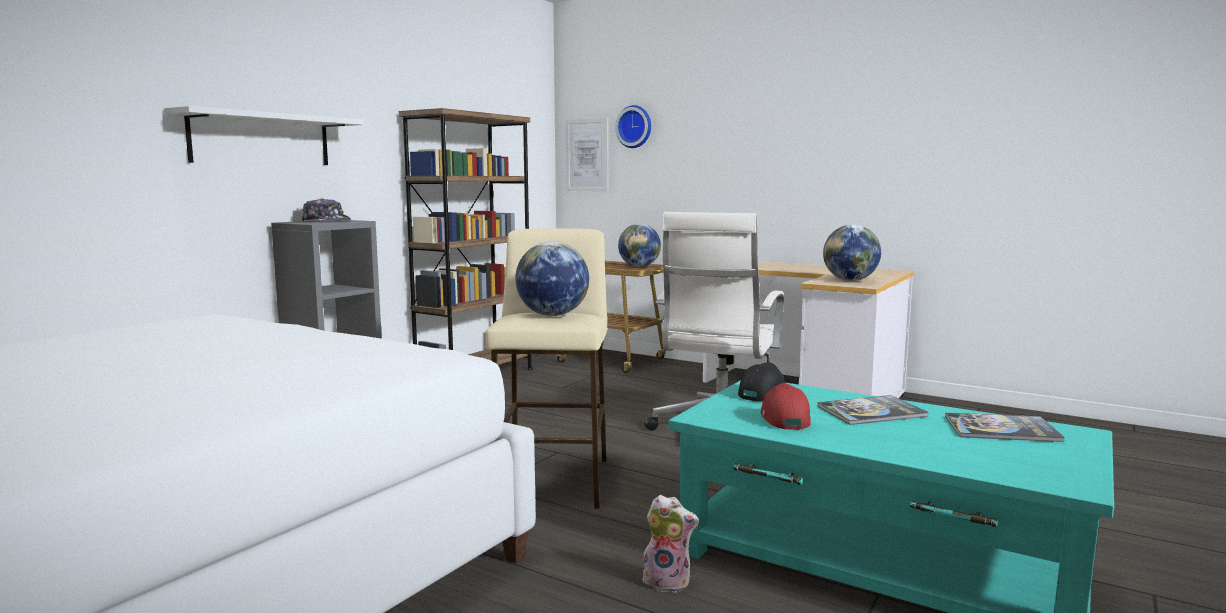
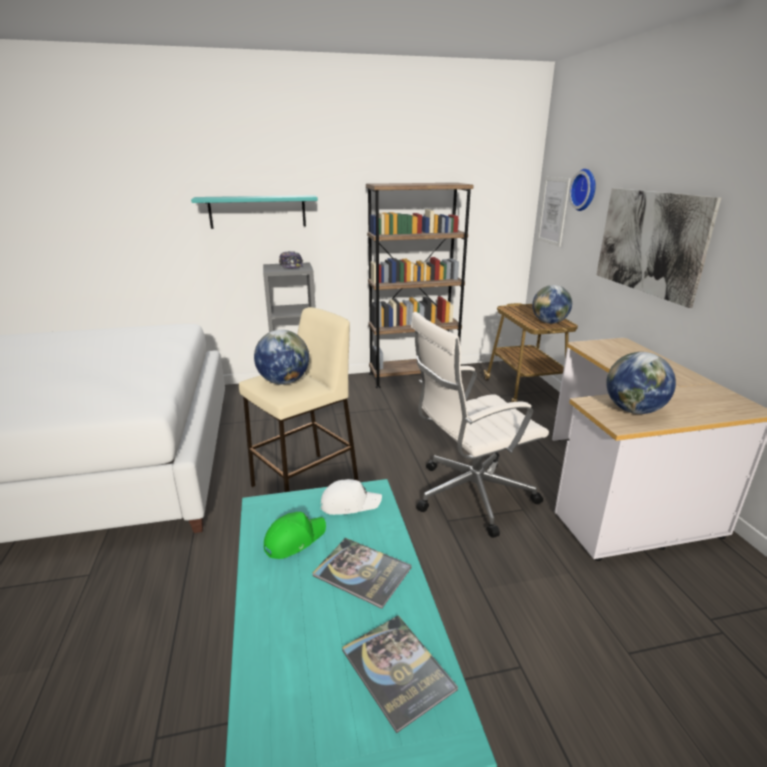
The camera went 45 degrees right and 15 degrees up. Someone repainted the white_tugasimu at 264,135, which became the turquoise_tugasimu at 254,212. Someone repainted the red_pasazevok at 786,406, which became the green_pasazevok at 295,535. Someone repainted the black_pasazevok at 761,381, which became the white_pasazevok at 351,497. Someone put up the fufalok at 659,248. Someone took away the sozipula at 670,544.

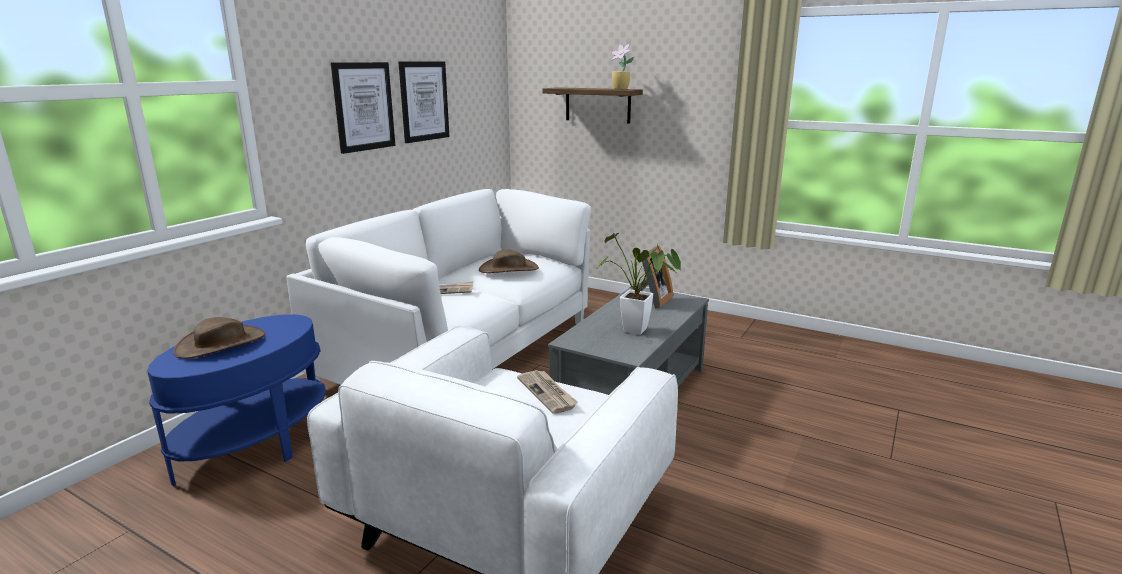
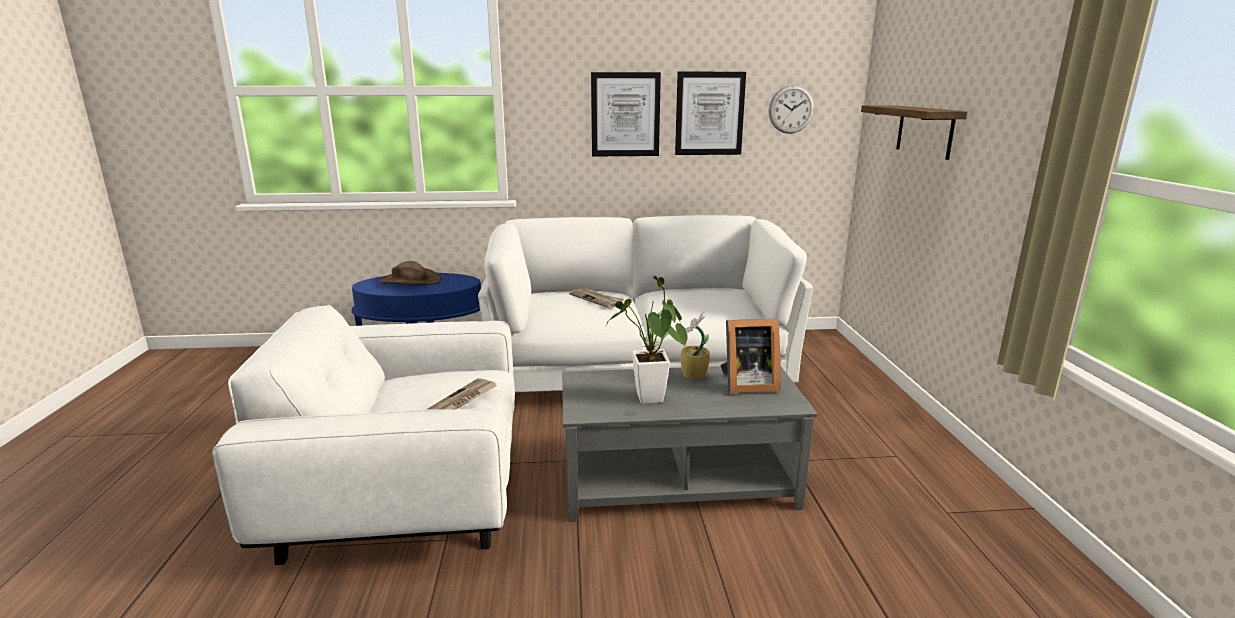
The camera went 55 degrees right and 0 degrees up. Someone carried the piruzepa from 623,67 to 695,345. Someone put up the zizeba at 791,109. Someone took away the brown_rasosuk at 509,261.

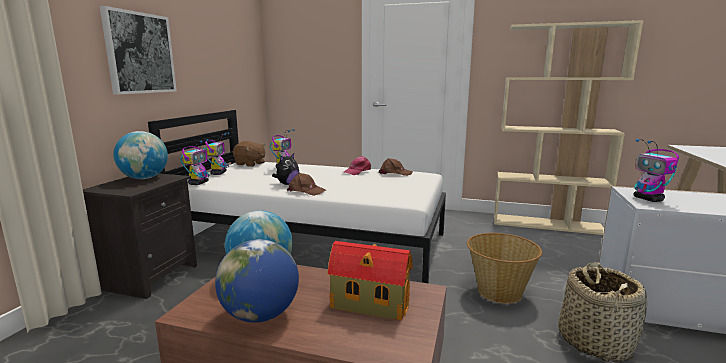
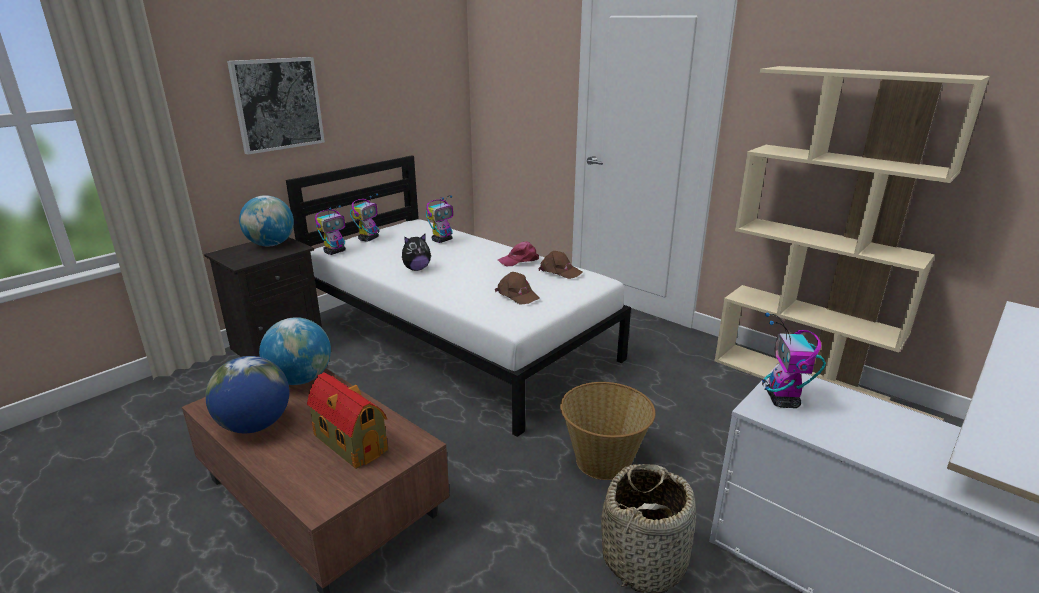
The camera went 25 degrees right and 10 degrees up. Someone carried the brown_pasazevok from 306,184 to 517,288. Someone took away the brown_sozipula at 249,154.

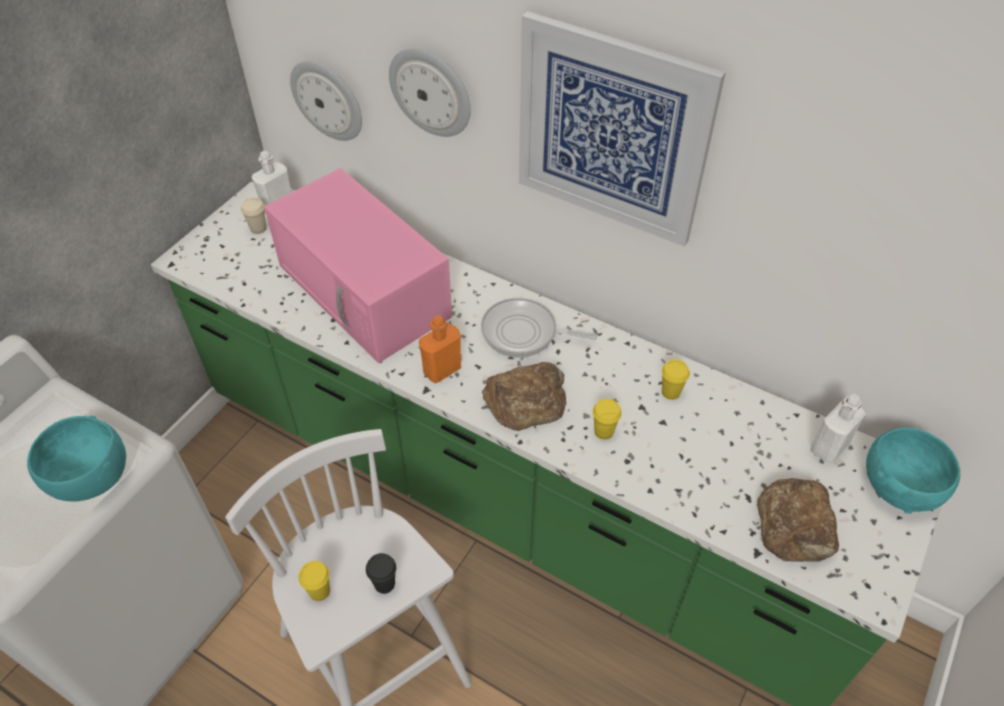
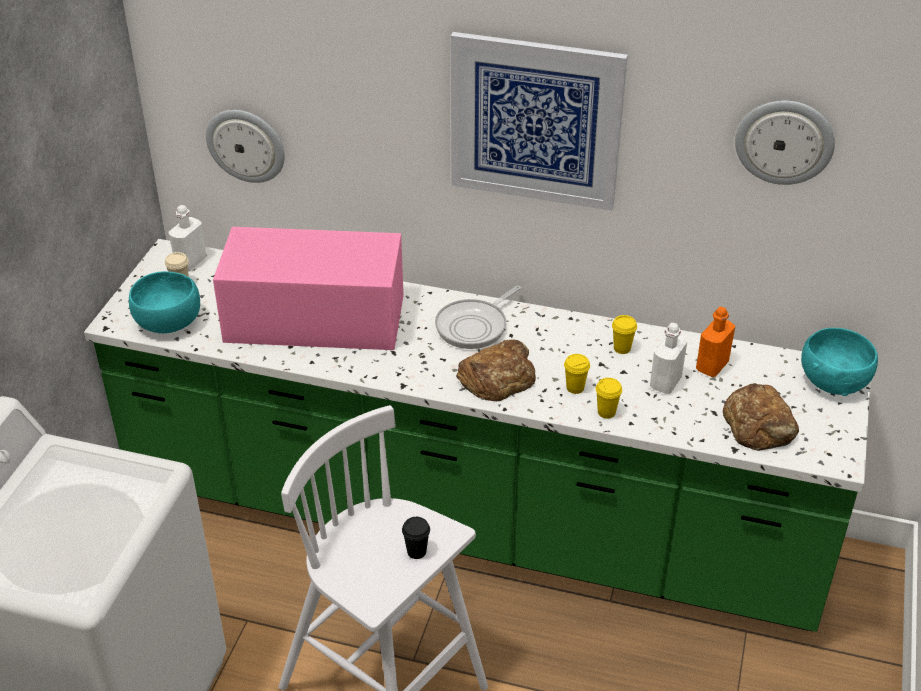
The camera went 15 degrees left and 10 degrees down. Someone carried the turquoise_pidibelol from 76,458 to 164,302. Someone rotated the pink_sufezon at 358,265 by 150 degrees clockwise. Someone rotated the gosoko at 539,327 by 45 degrees counterclockwise. Someone carried the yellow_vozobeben from 314,581 to 609,398. Someone carried the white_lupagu from 838,428 to 668,358. Someone carried the orange_lupagu from 440,349 to 715,341. Someone carried the zizeba from 430,92 to 785,143.

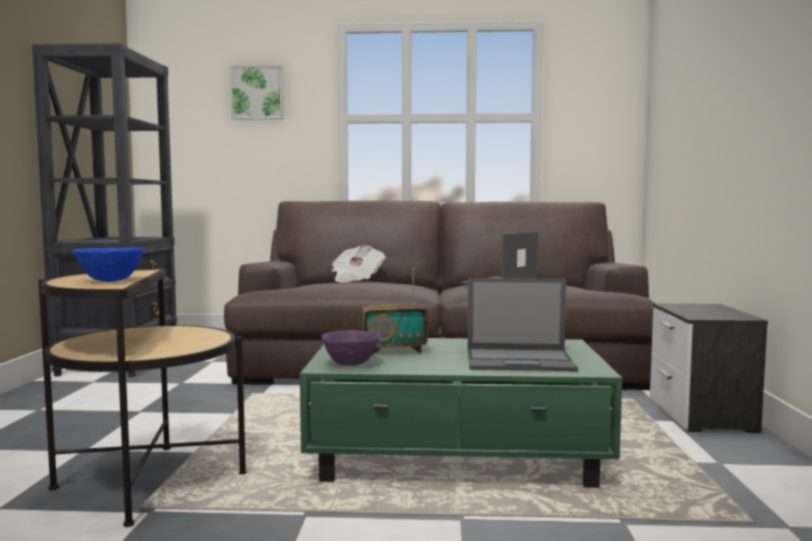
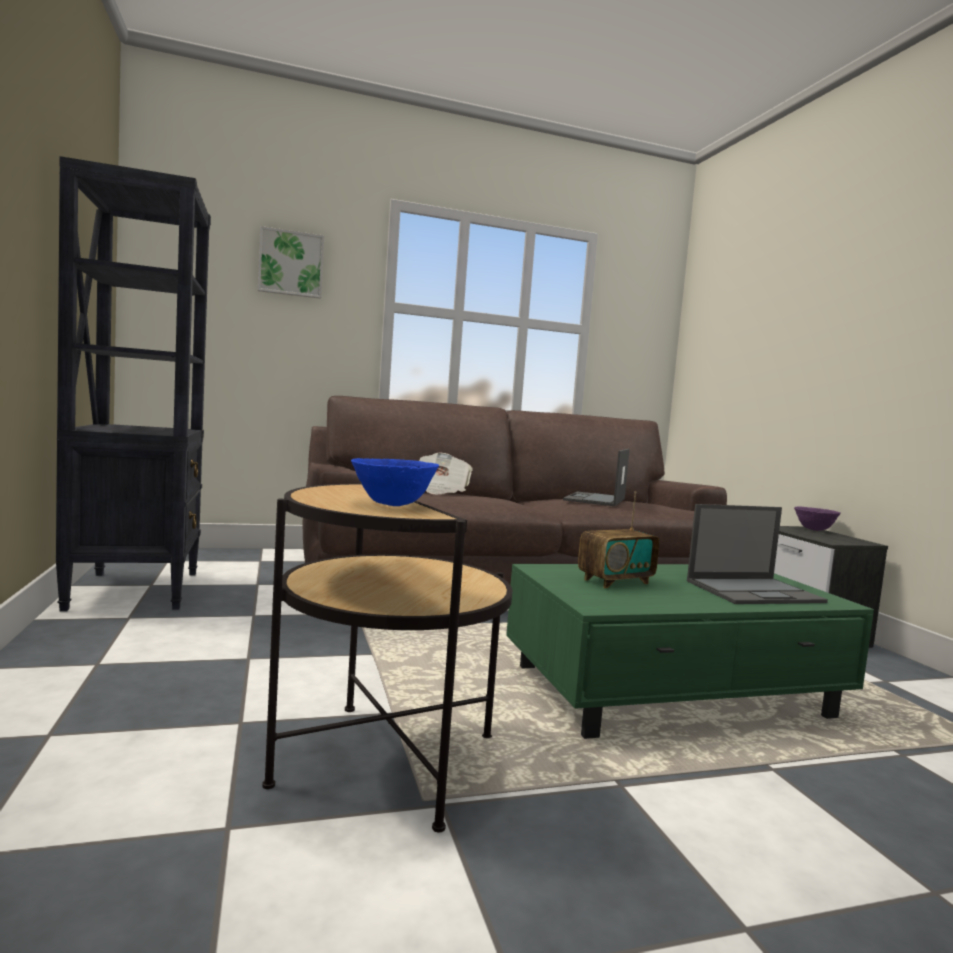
The camera went 20 degrees left and 0 degrees up. Someone carried the purple_pidibelol from 350,348 to 817,519.

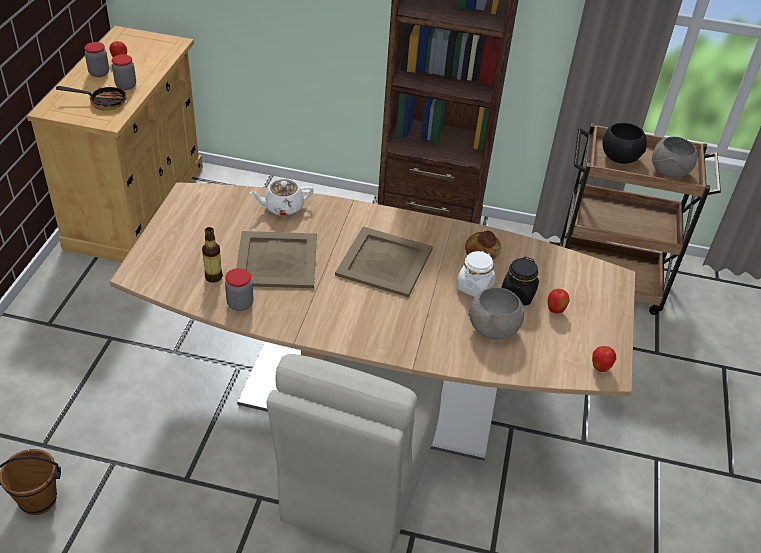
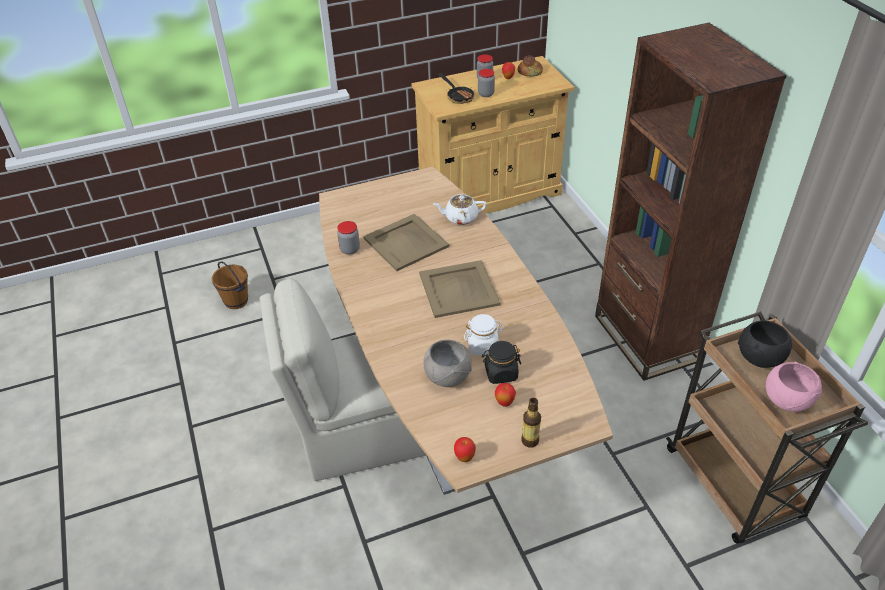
The camera went 60 degrees right and 0 degrees up. Someone rotated the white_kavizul at 281,197 by 45 degrees counterclockwise. Someone carried the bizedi from 483,245 to 530,65. Someone carried the lupagu from 212,255 to 531,423. Someone repainted the grey_pidibelol at 675,157, which became the pink_pidibelol at 794,387.

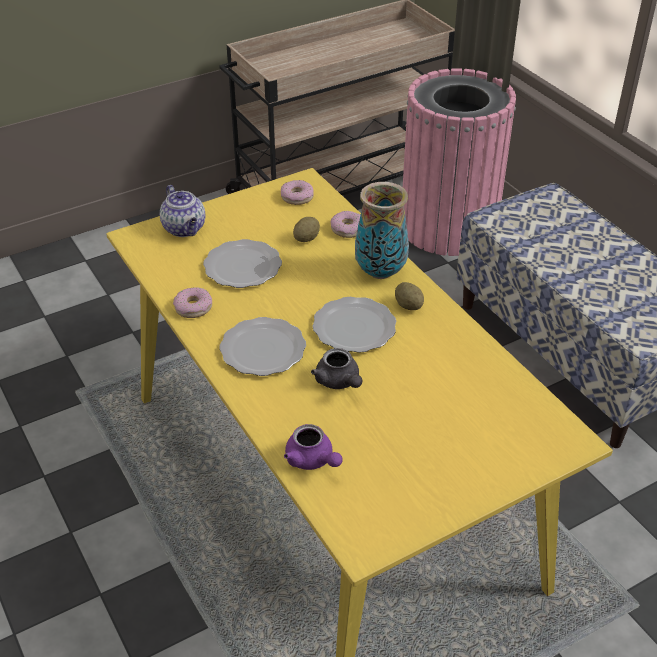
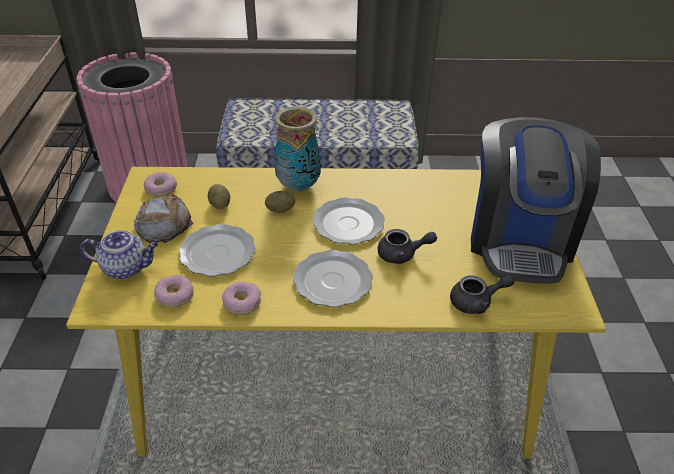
The camera went 60 degrees left and 0 degrees up. Someone put down the bizedi at 164,218. Someone carried the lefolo from 345,224 to 174,291. Someone carried the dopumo from 409,296 to 280,202. Someone repainted the purple_kavizul at 313,447, which became the grey_kavizul at 482,294. Someone put down the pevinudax at 536,200.

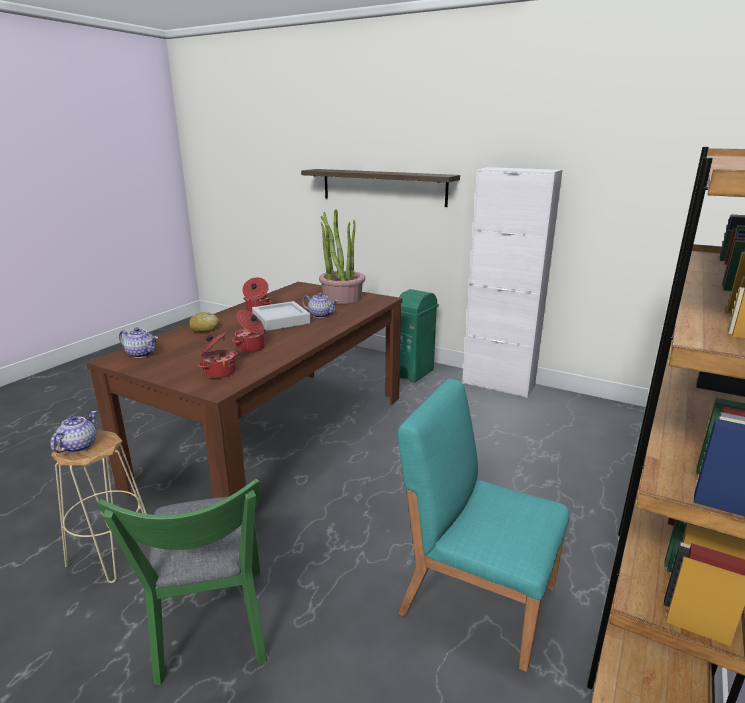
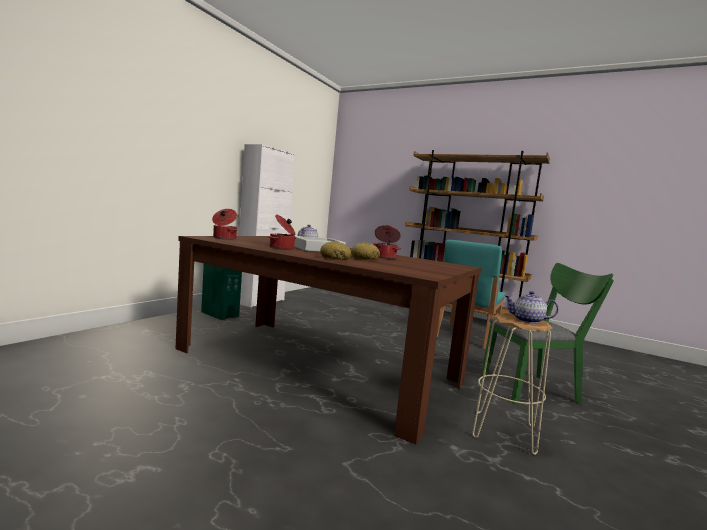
The camera went 90 degrees left and 15 degrees down. Someone carried the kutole from 218,354 to 224,224. Someone put down the bizedi at 365,251. Someone took away the kavizul at 138,342. Someone took away the tugasimu at 380,188. Someone took away the piruzepa at 342,256.

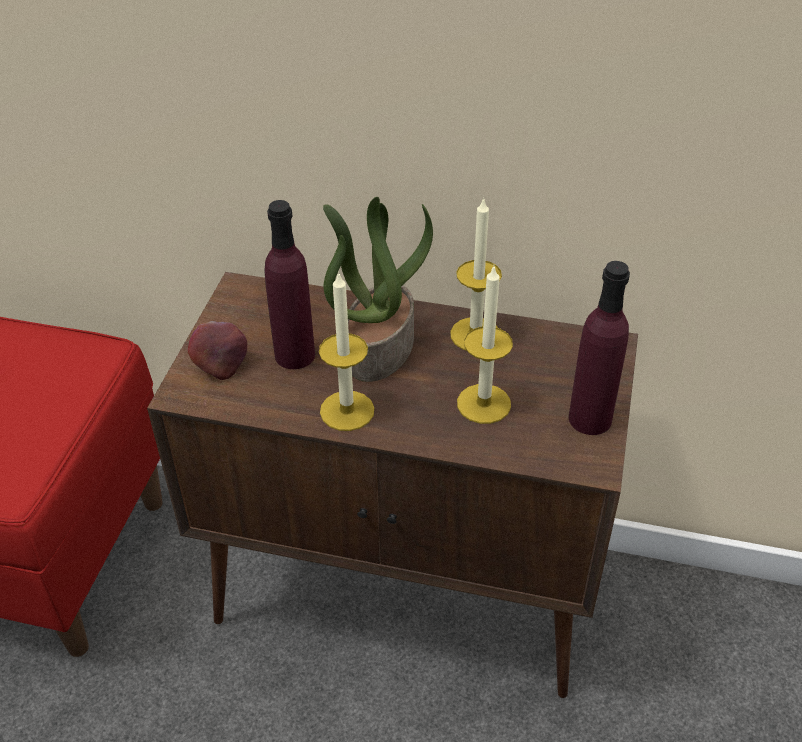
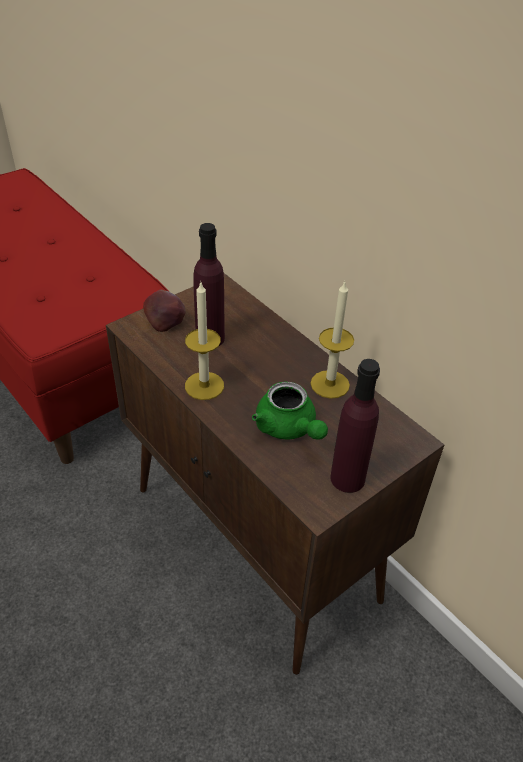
The camera went 35 degrees right and 0 degrees up. Someone swapped the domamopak at 485,344 for the green_kavizul at 290,410. Someone took away the piruzepa at 378,289.

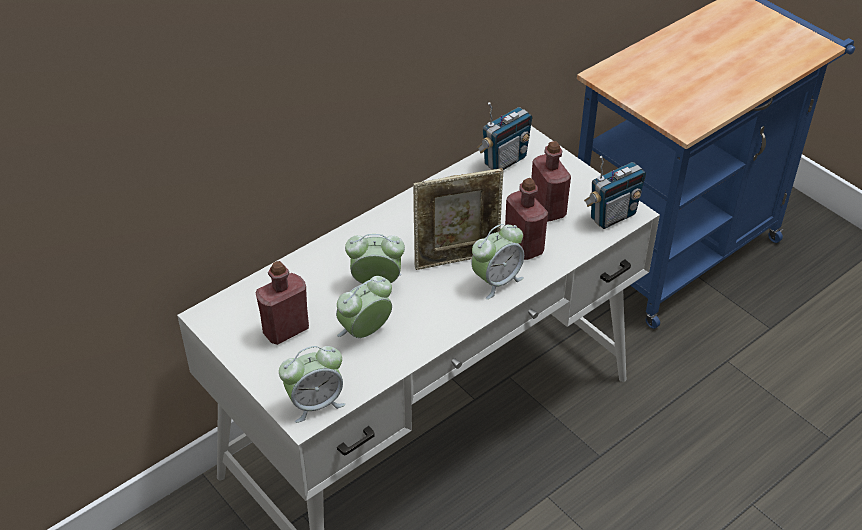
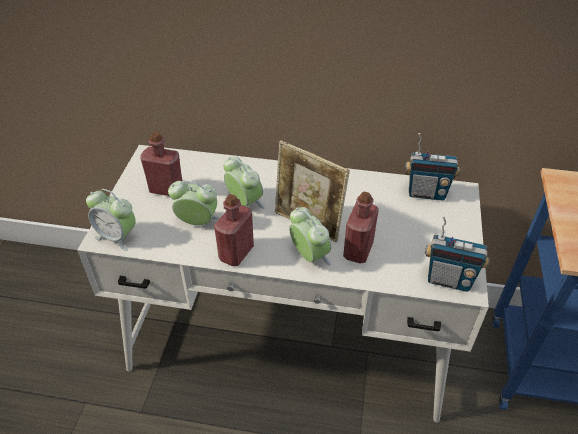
The camera went 50 degrees right and 0 degrees up. Someone carried the red_lupagu from 551,181 to 234,230. Someone rotated the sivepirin at 497,261 by 135 degrees counterclockwise.

